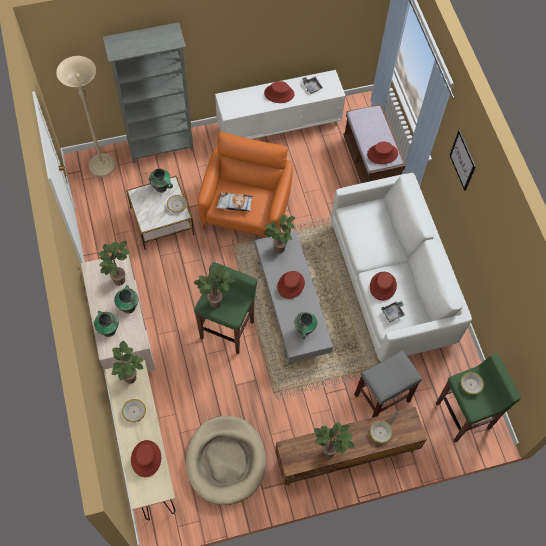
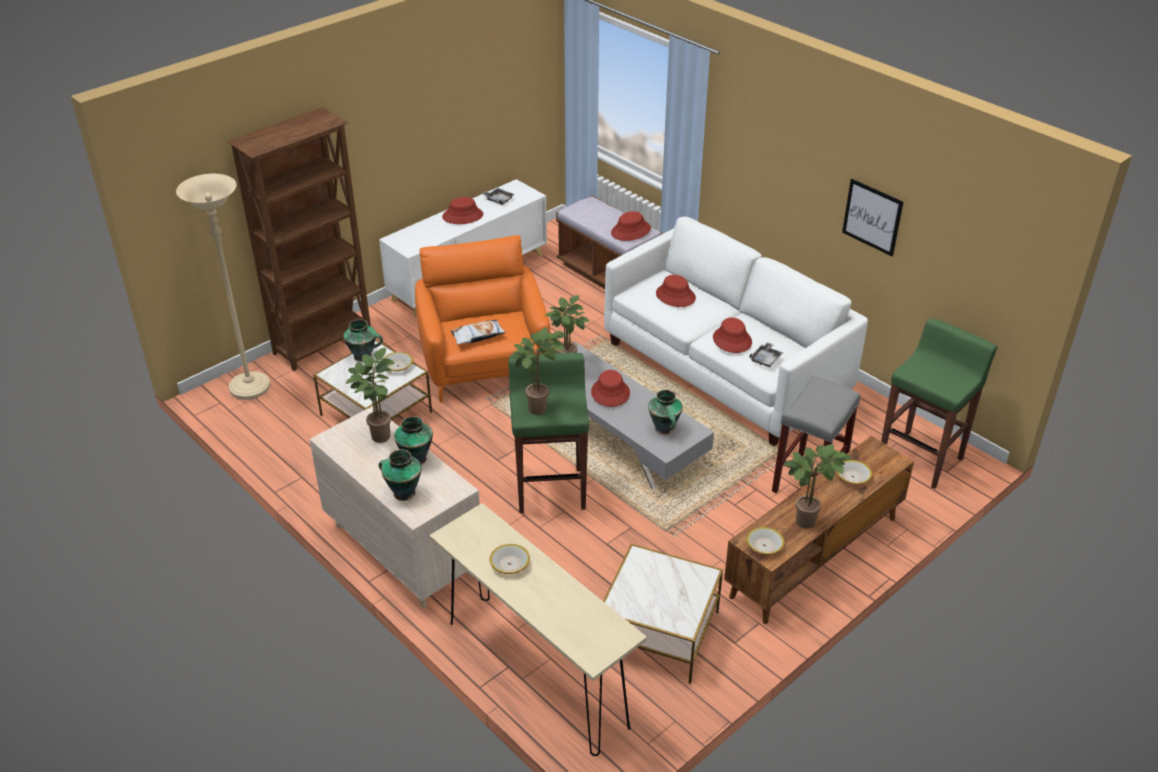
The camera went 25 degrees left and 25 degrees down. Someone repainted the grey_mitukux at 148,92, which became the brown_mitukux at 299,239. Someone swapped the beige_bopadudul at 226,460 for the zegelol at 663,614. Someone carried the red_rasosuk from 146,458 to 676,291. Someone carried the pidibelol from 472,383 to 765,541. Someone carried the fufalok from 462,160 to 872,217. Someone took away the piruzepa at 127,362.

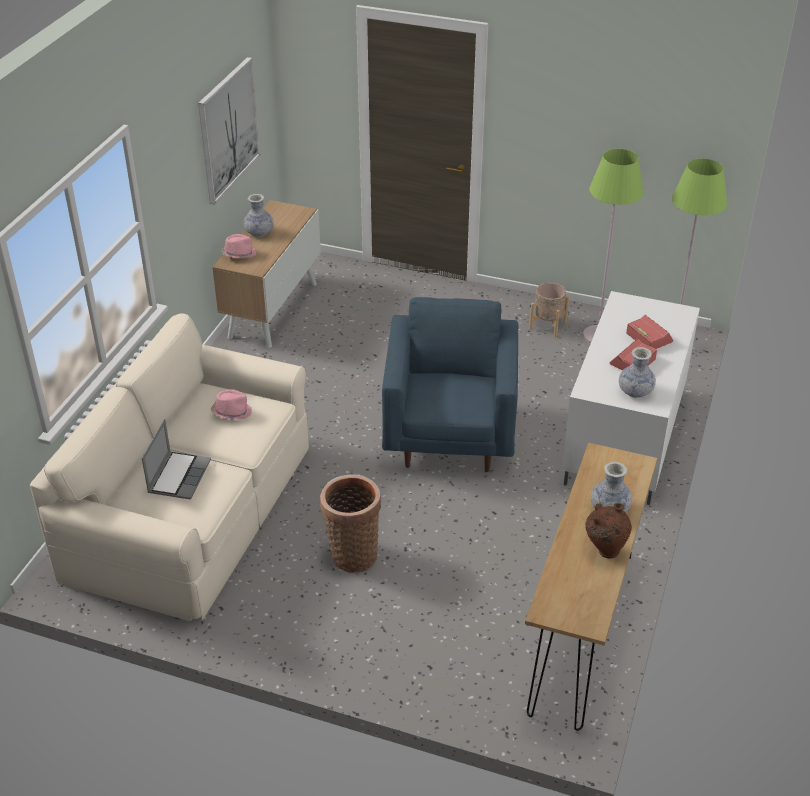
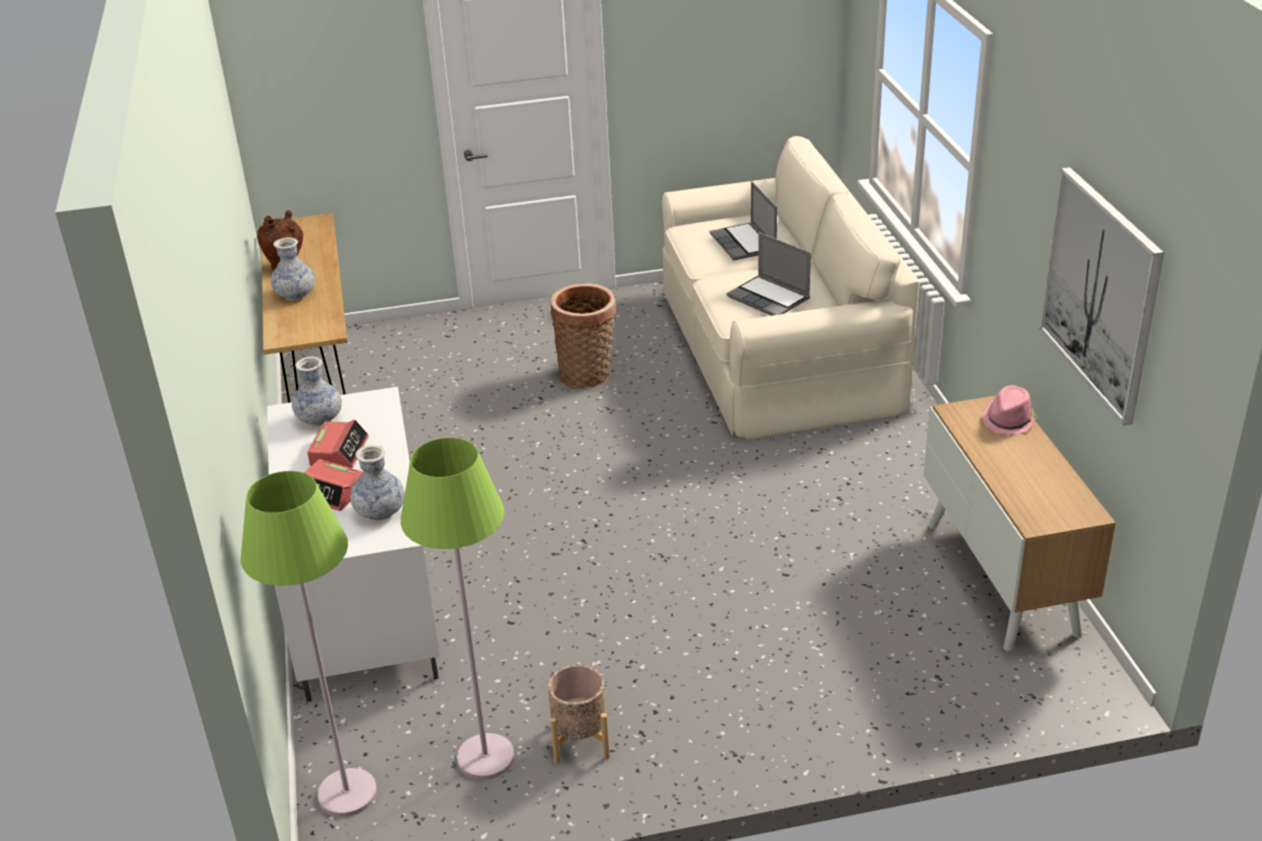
The camera went 150 degrees right and 5 degrees down. Someone carried the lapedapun from 258,215 to 377,482. Someone swapped the pink_rasosuk at 231,404 for the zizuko at 769,274. Someone took away the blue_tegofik at 450,384.

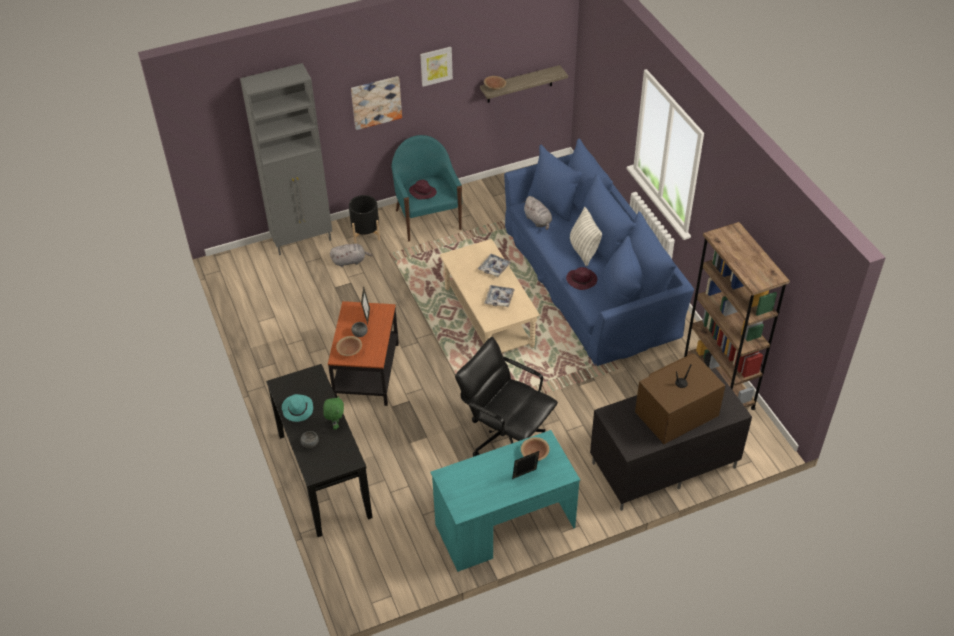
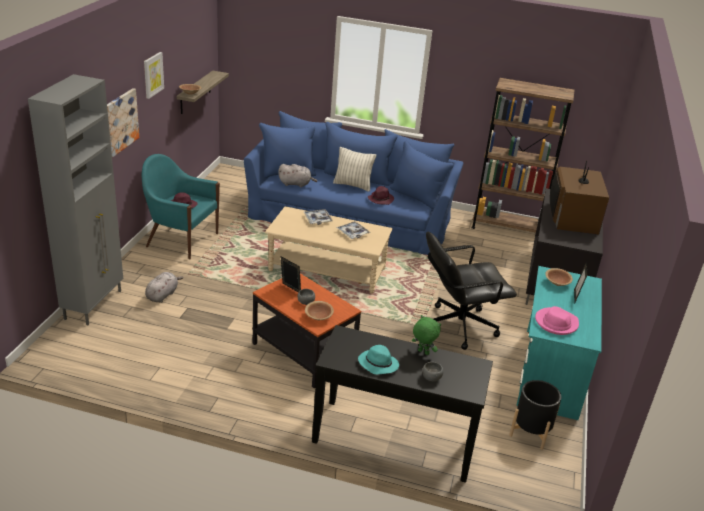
The camera went 55 degrees left and 15 degrees down. Someone carried the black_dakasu from 364,219 to 535,415. Someone put down the pink_rasosuk at 557,320.

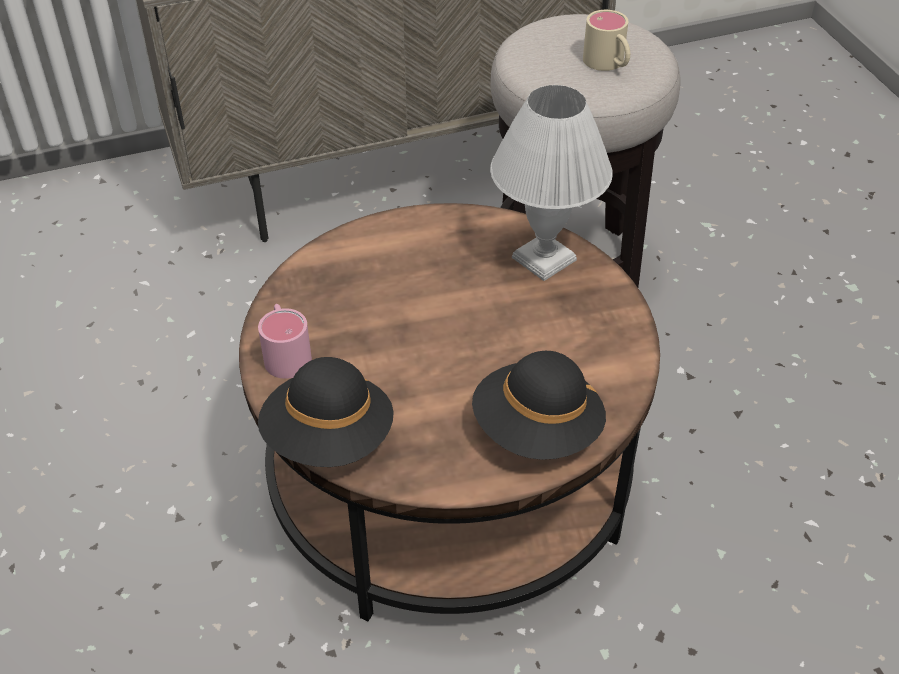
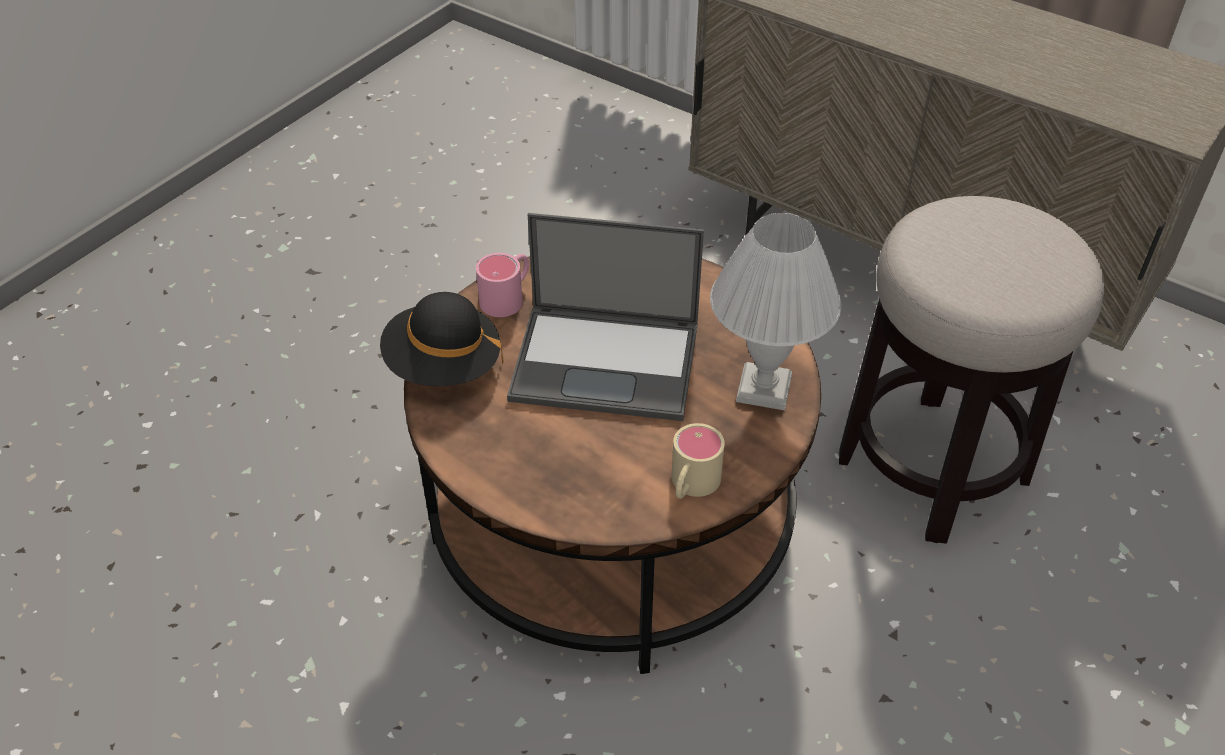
The camera went 55 degrees right and 0 degrees up. Someone put down the zizuko at 605,317. Someone carried the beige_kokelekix from 606,40 to 698,461. Someone took away the black_rasosuk at 539,405.

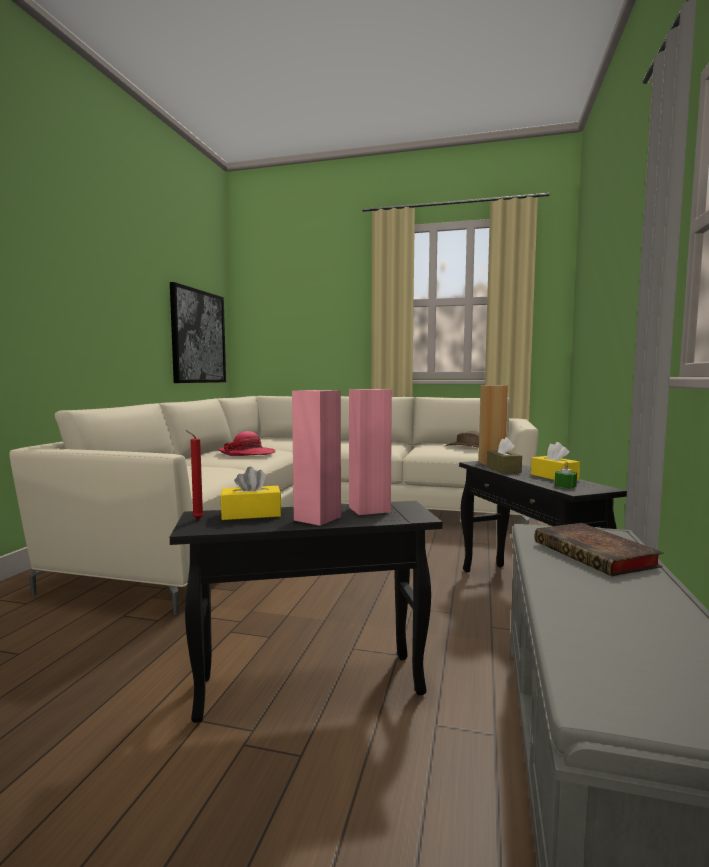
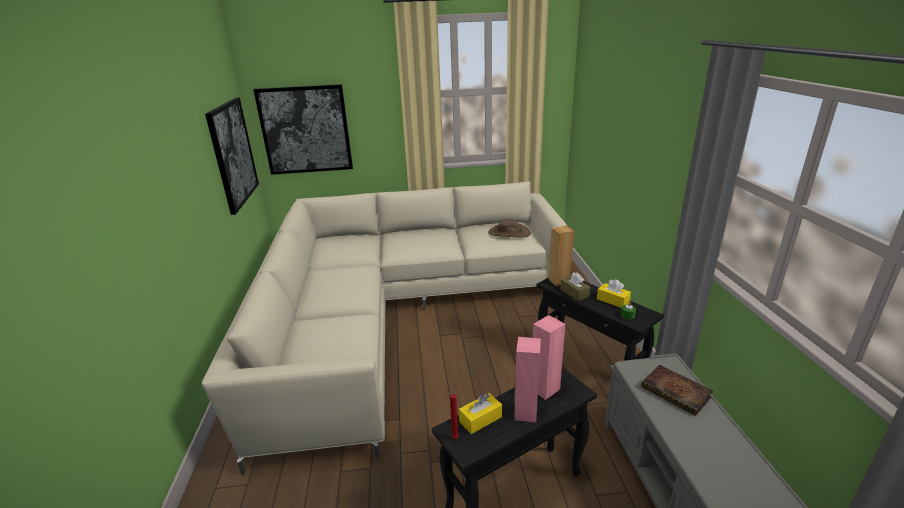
The camera went 20 degrees left and 20 degrees up. Someone put up the fufalok at 303,129. Someone took away the rasosuk at 246,443.

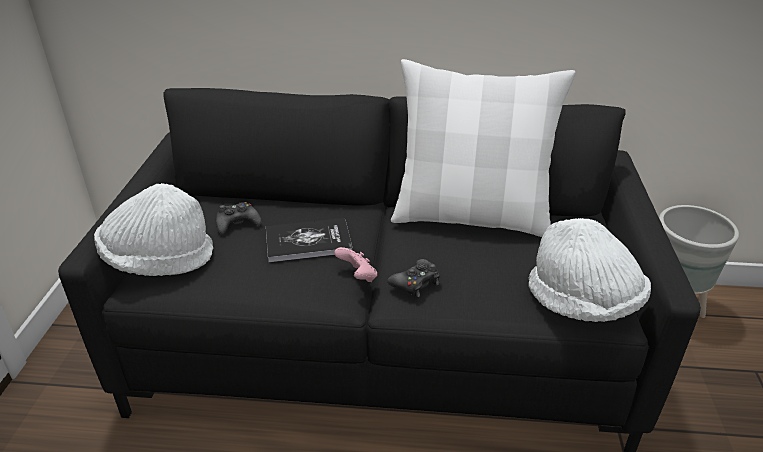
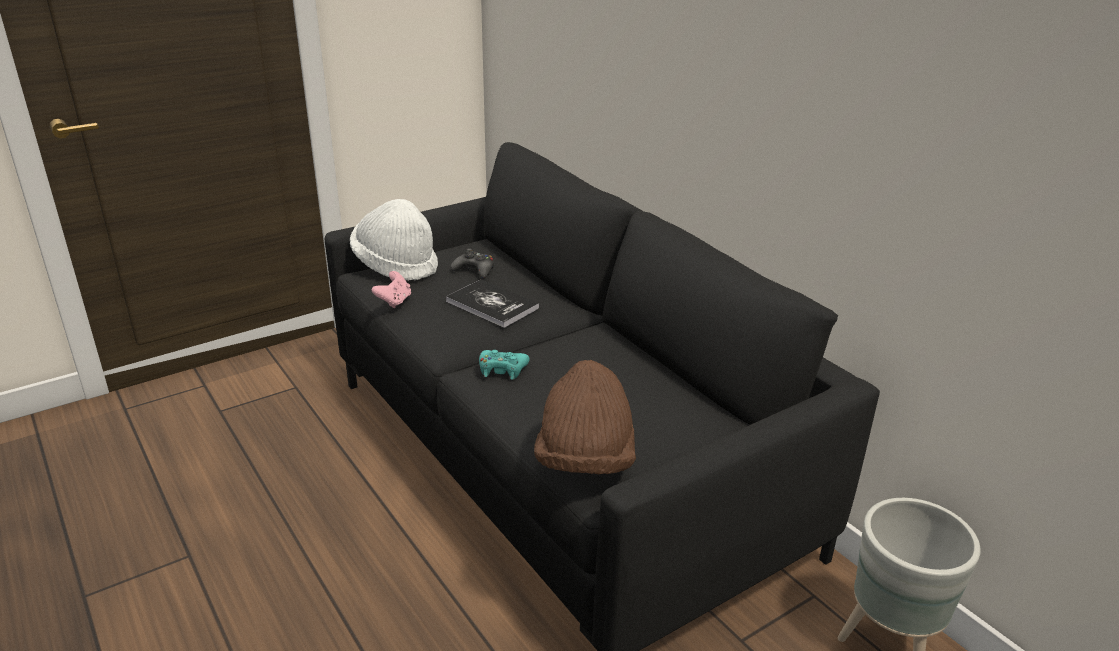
The camera went 50 degrees right and 5 degrees down. Someone carried the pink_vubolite from 355,264 to 391,289. Someone repainted the black_vubolite at 413,278, which became the turquoise_vubolite at 504,365. Someone repainted the white_rasosuk at 589,270, which became the brown_rasosuk at 585,417. Someone took away the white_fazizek at 483,148.

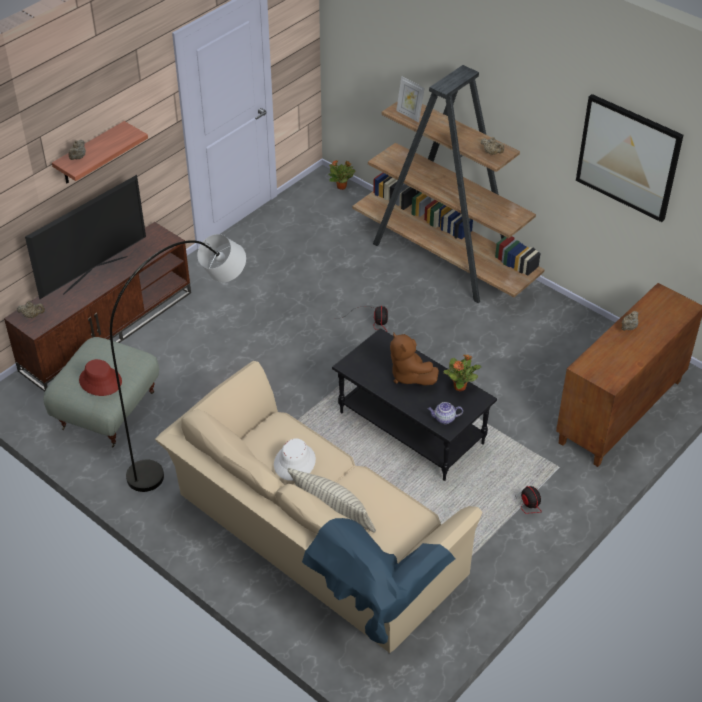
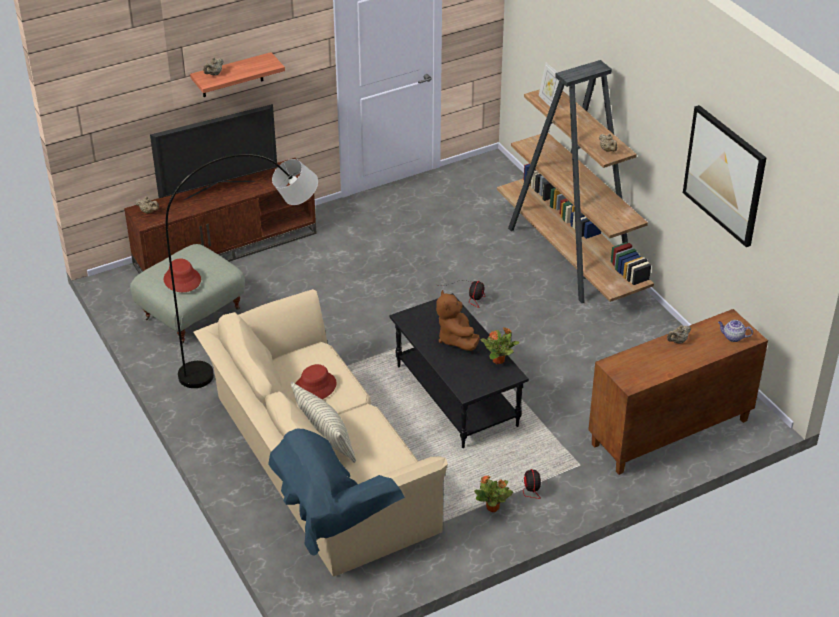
The camera went 20 degrees right and 5 degrees down. Someone repainted the white_rasosuk at 295,459, which became the red_rasosuk at 316,381. Someone carried the piruzepa from 341,175 to 493,493. Someone carried the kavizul from 445,413 to 735,331.

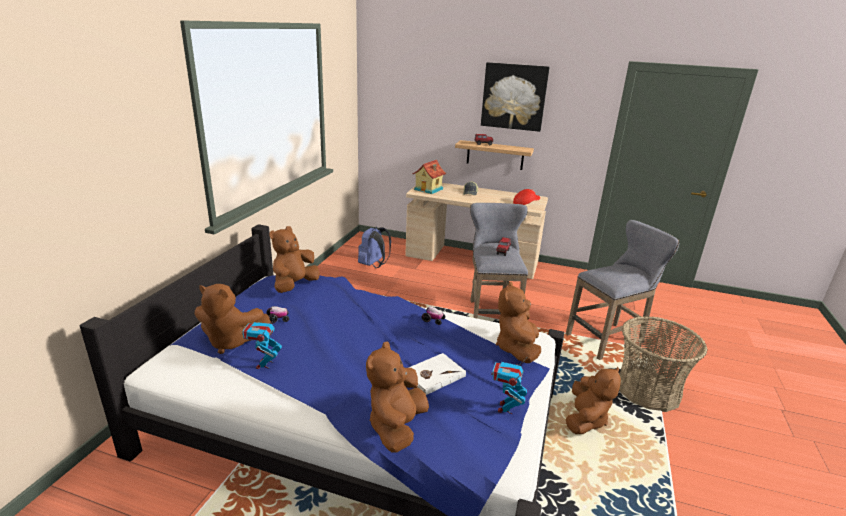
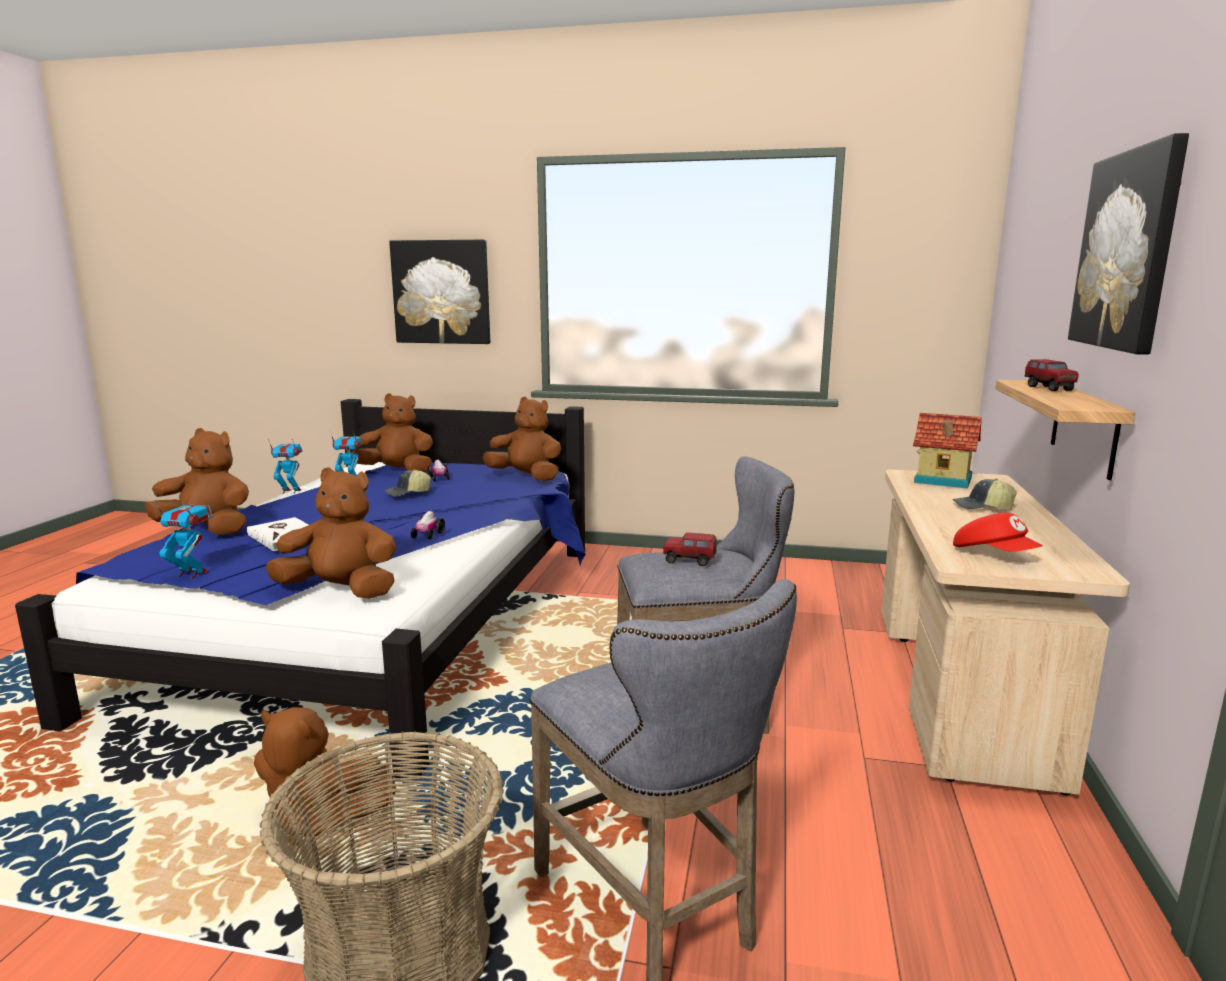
The camera went 85 degrees right and 10 degrees down. Someone put down the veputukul at 285,466. Someone rotated the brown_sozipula at 233,319 by 90 degrees clockwise. Someone put down the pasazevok at 408,483. Someone put up the fufalok at 439,292. Someone took away the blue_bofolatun at 374,247.

